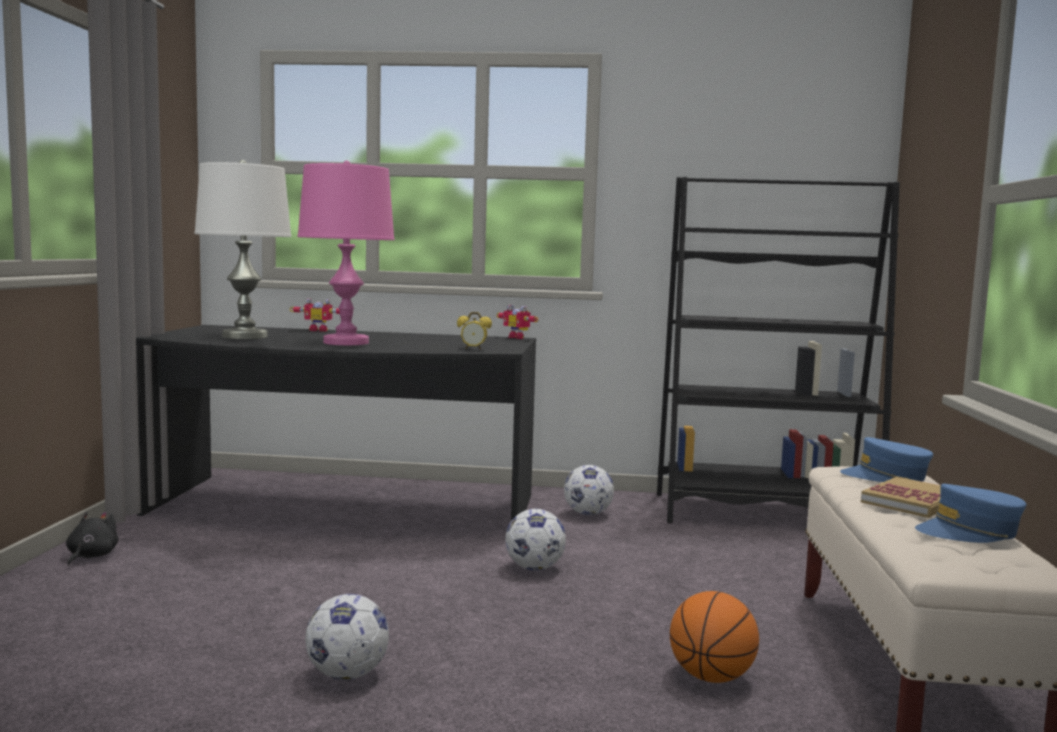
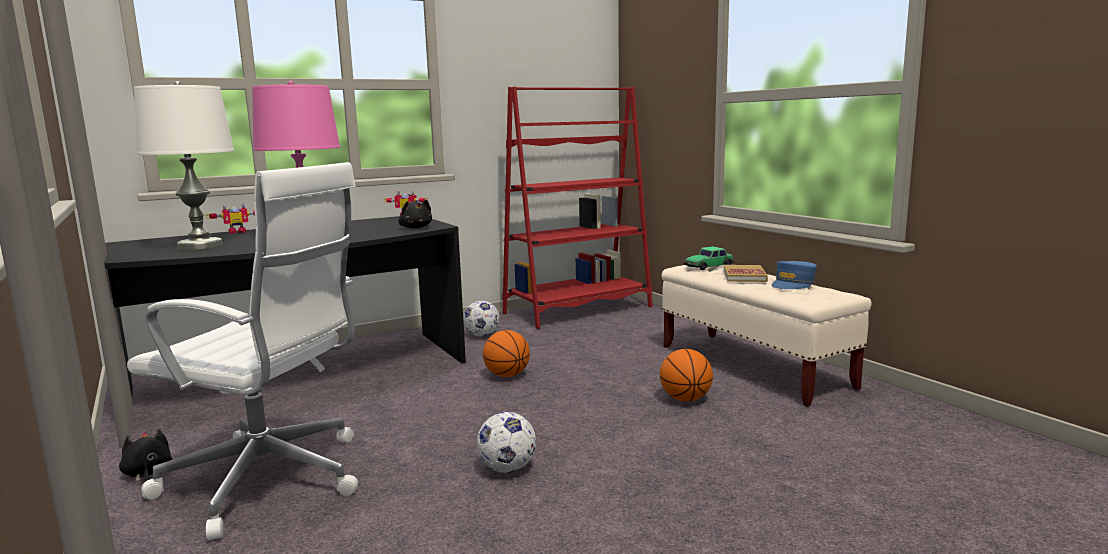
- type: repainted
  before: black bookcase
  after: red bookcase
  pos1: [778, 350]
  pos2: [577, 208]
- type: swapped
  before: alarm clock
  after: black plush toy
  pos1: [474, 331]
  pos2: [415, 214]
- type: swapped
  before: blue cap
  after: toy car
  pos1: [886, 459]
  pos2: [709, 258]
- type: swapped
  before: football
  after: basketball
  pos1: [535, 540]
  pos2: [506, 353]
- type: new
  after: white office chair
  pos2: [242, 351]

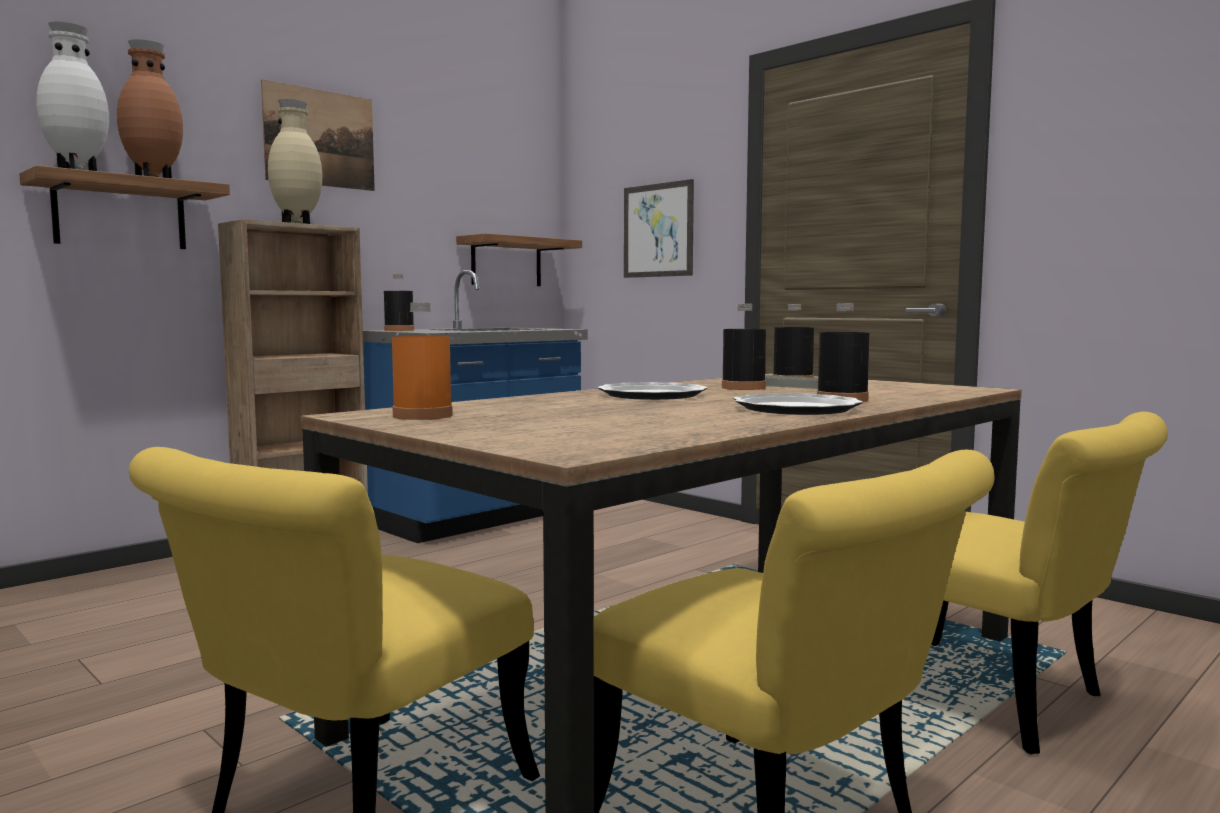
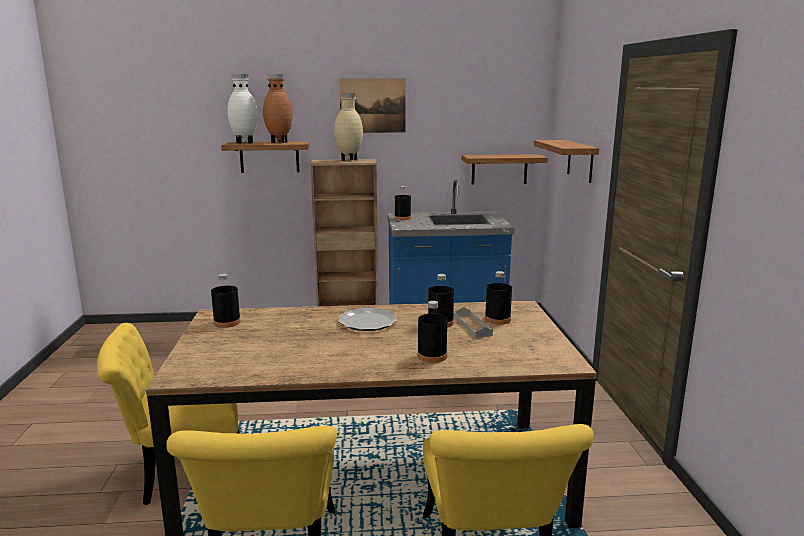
- type: swapped
  before: picture
  after: shelf
  pos1: [659, 228]
  pos2: [566, 161]
- type: repainted
  before: orange bottle
  after: black bottle
  pos1: [422, 361]
  pos2: [226, 301]
- type: gone
  before: plate
  pos1: [798, 404]

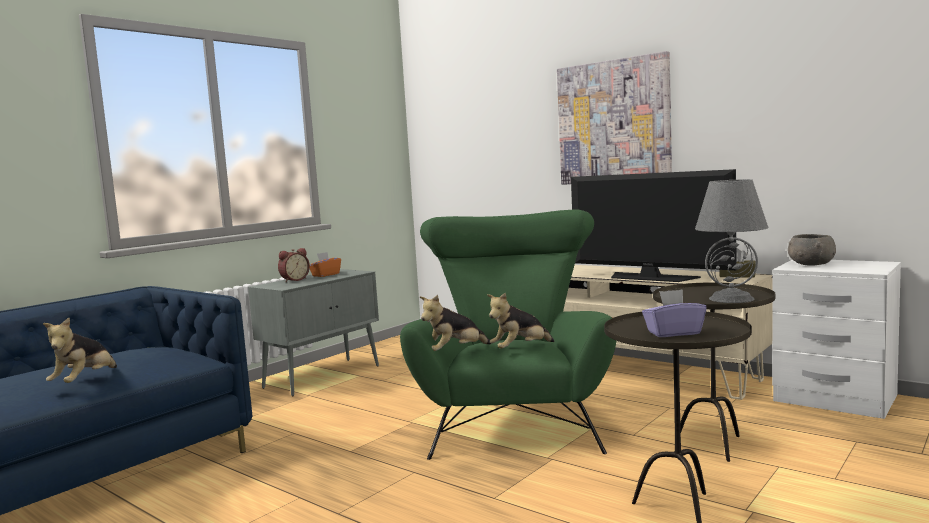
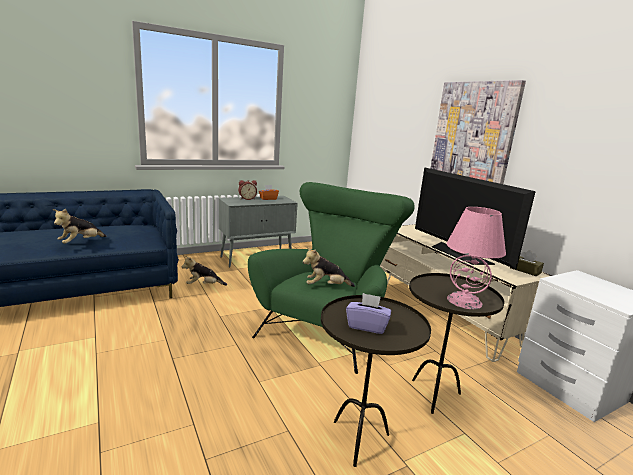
- type: repainted
  before: grey table lamp
  after: pink table lamp
  pos1: [732, 241]
  pos2: [476, 258]
- type: gone
  before: grey bowl
  pos1: [812, 250]
- type: shifted
  before: plush toy
  pos1: [455, 323]
  pos2: [204, 271]

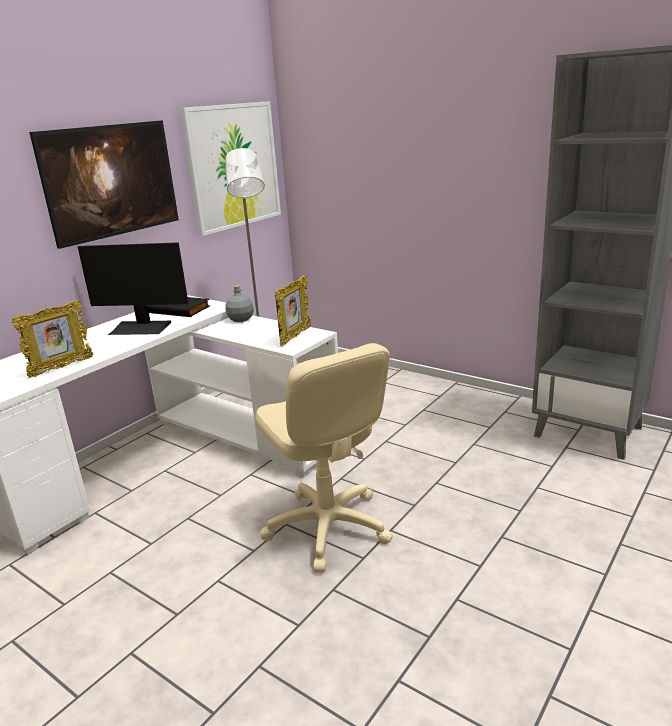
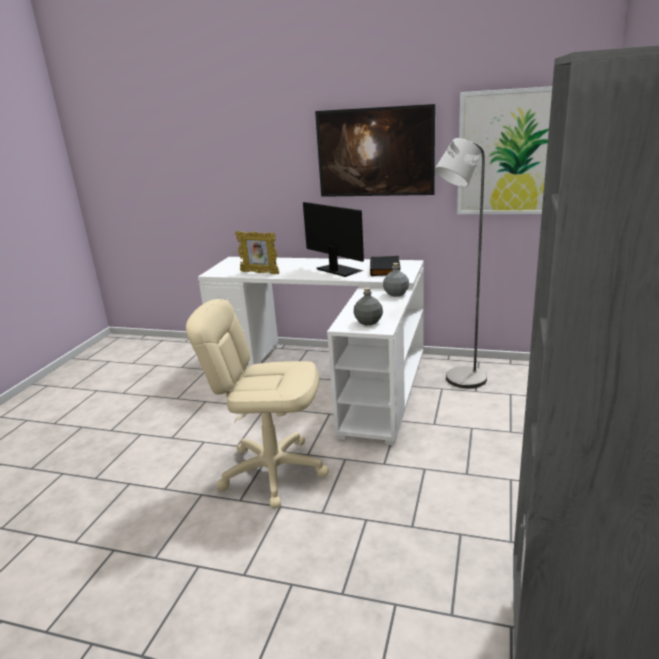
- type: rotated
  before: monitor
  pos1: [133, 288]
  pos2: [333, 239]
  turn: 150
- type: swapped
  before: picture frame
  after: grey bottle
  pos1: [293, 310]
  pos2: [368, 306]
- type: rotated
  before: beige office chair
  pos1: [324, 458]
  pos2: [257, 404]
  turn: 60

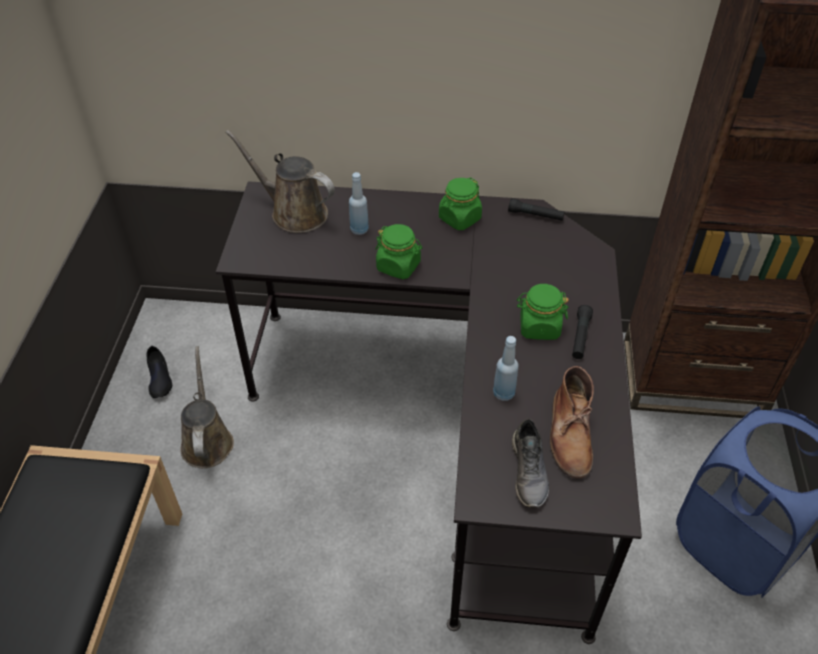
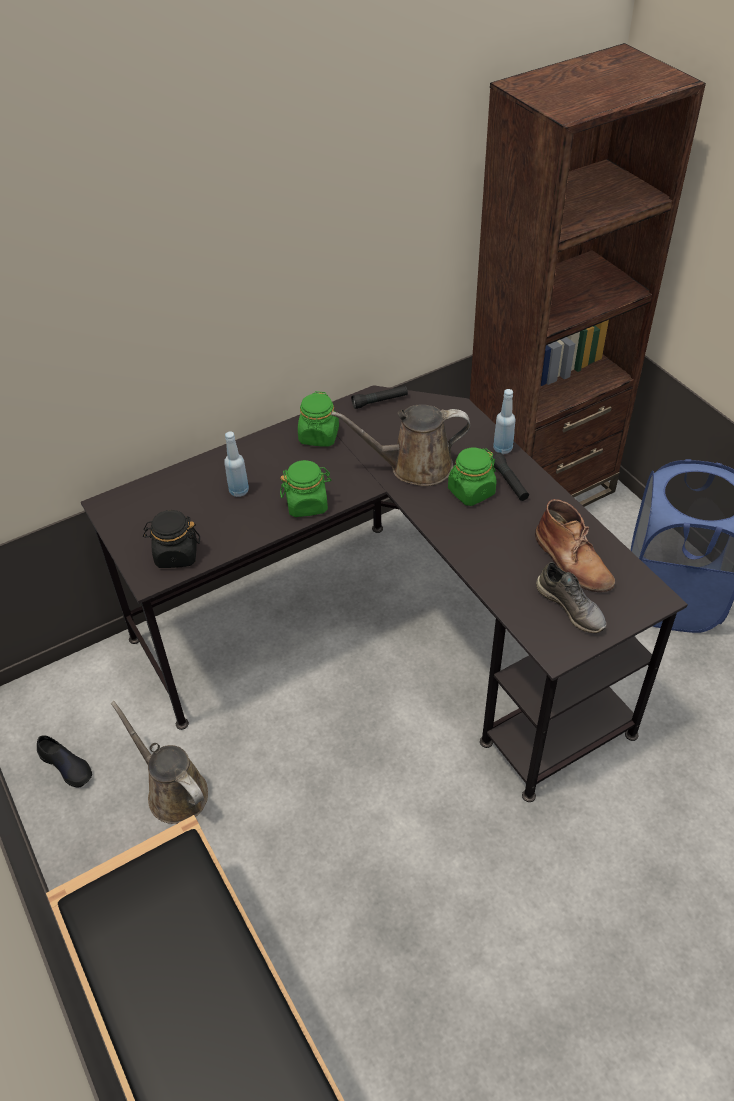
- type: shifted
  before: brown watering can
  pos1: [280, 181]
  pos2: [400, 445]
- type: shifted
  before: blue bottle
  pos1: [505, 368]
  pos2: [504, 421]
- type: new
  after: black jar
  pos2: [171, 539]

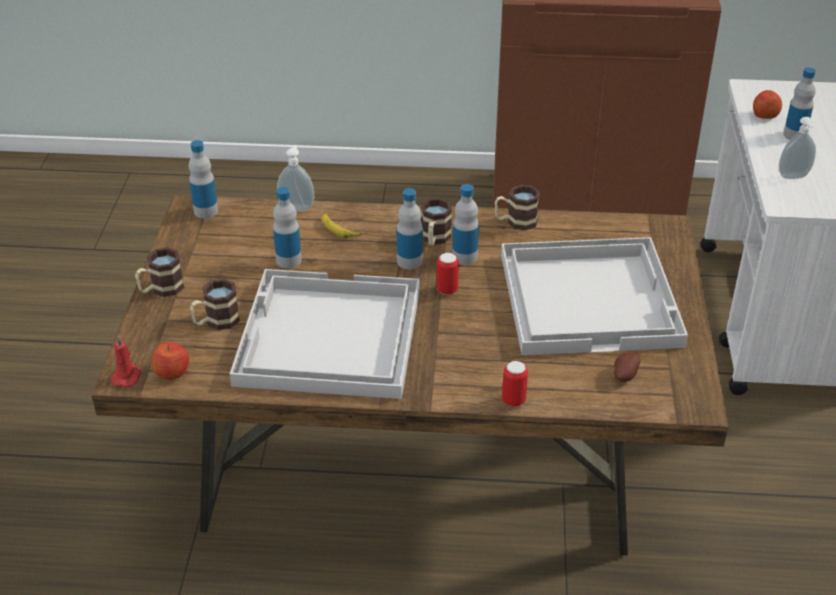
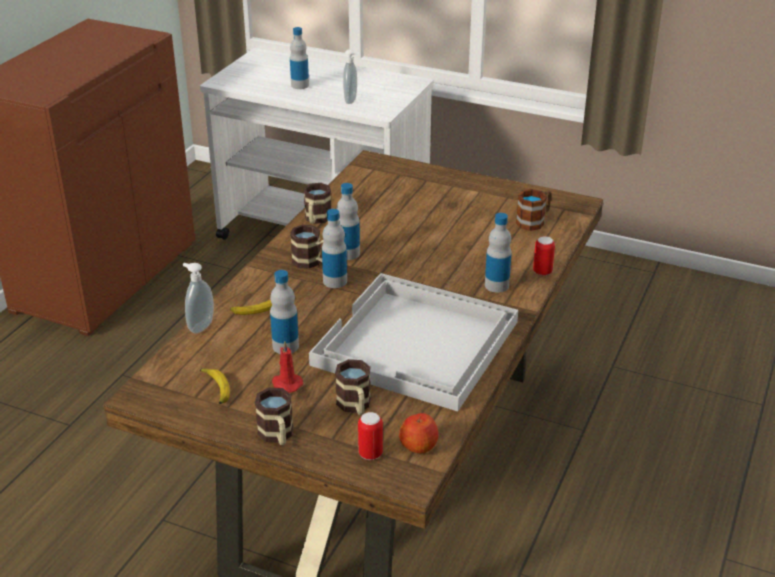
- type: gone
  before: apple
  pos1: [767, 104]
- type: shifted
  before: bottle
  pos1: [203, 179]
  pos2: [498, 253]
- type: gone
  before: white tray
  pos1: [594, 296]
- type: shifted
  before: can
  pos1: [448, 274]
  pos2: [370, 436]
- type: shifted
  before: red candle
  pos1: [126, 361]
  pos2: [287, 367]
- type: swapped
  before: potato
  after: mug
  pos1: [627, 366]
  pos2: [533, 210]
- type: new
  after: banana
  pos2: [215, 386]

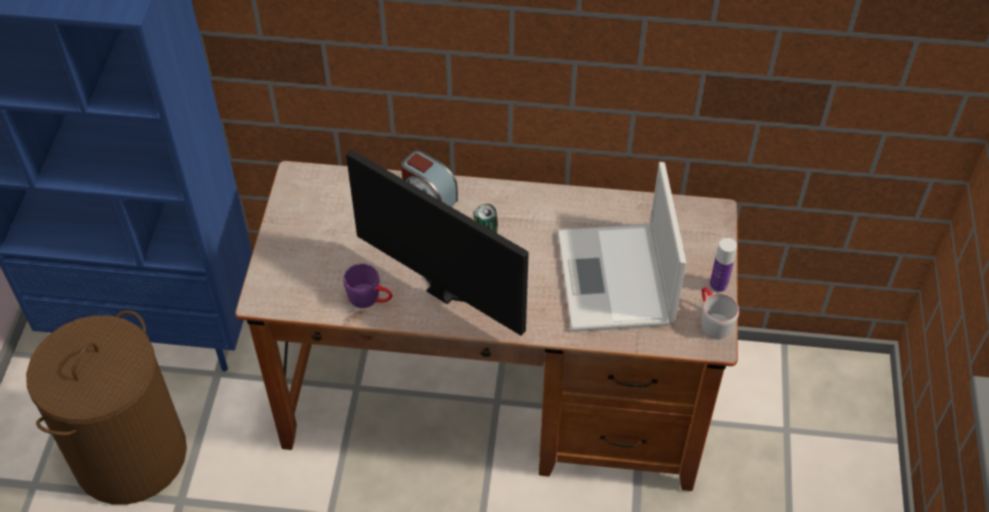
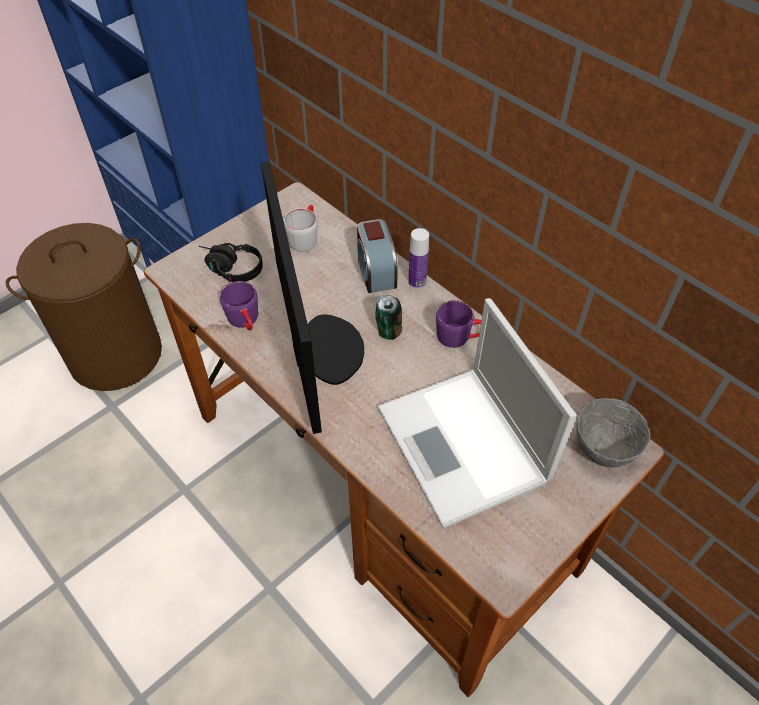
- type: rotated
  before: laptop
  pos1: [622, 247]
  pos2: [477, 413]
  turn: -60
- type: shifted
  before: bottle
  pos1: [723, 265]
  pos2: [418, 258]
- type: shifted
  before: grey mug
  pos1: [720, 313]
  pos2: [301, 228]
- type: new
  after: black headphones
  pos2: [230, 262]
- type: new
  after: purple mug
  pos2: [458, 324]
- type: new
  after: grey bowl
  pos2: [613, 432]

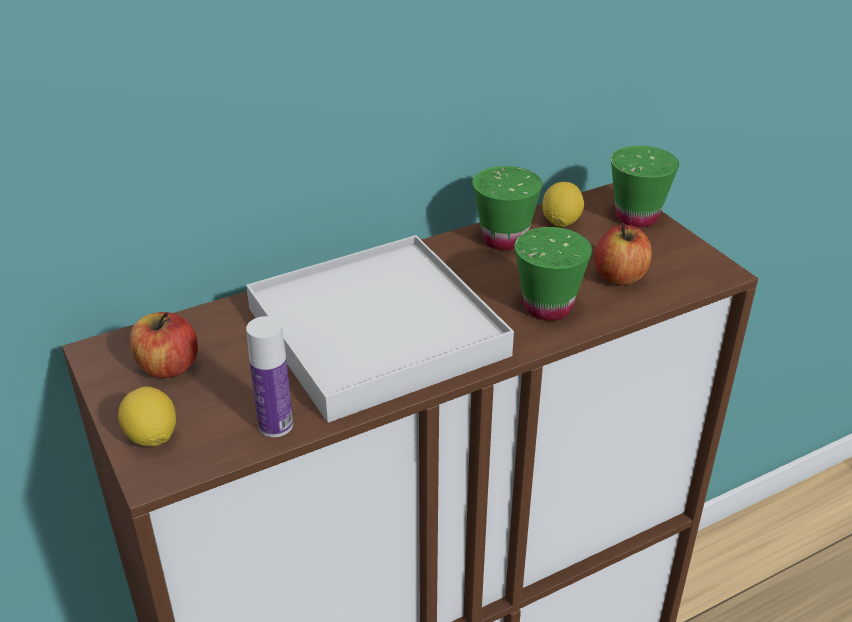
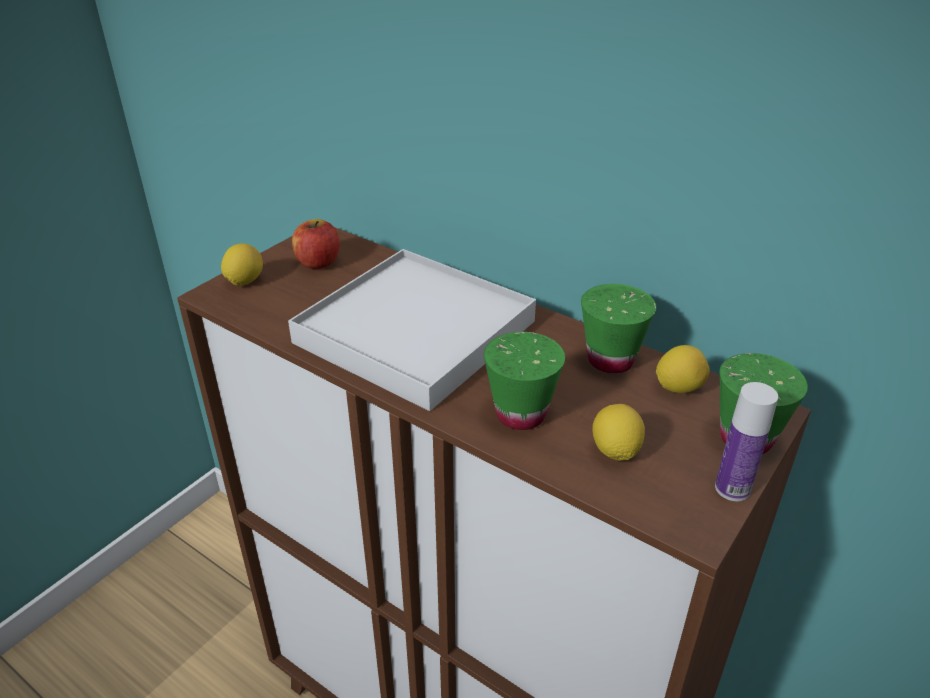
- type: swapped
  before: apple
  after: lemon
  pos1: [623, 254]
  pos2: [618, 432]
- type: shifted
  before: bottle
  pos1: [269, 376]
  pos2: [746, 441]

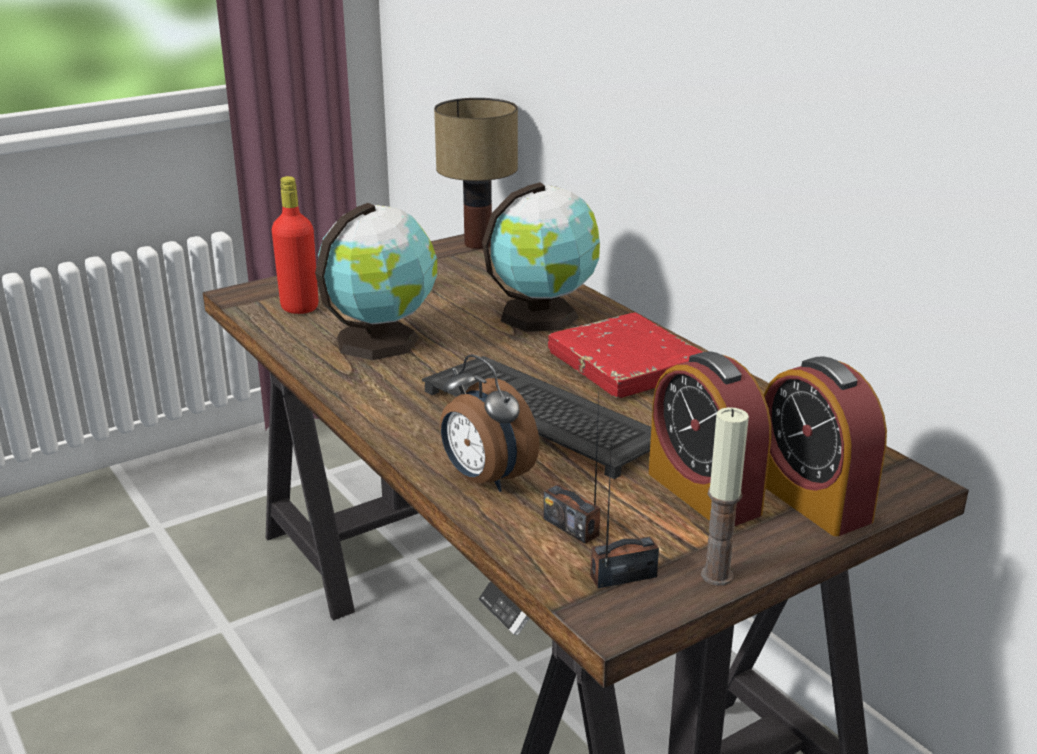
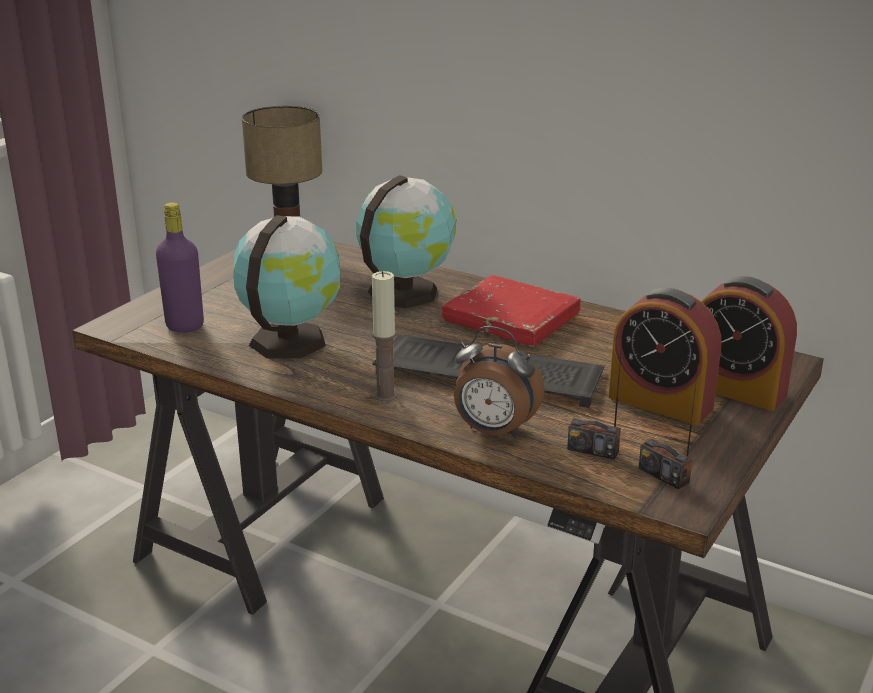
- type: repainted
  before: red bottle
  after: purple bottle
  pos1: [295, 245]
  pos2: [180, 267]
- type: shifted
  before: candle
  pos1: [725, 496]
  pos2: [384, 336]
- type: rotated
  before: radio
  pos1: [624, 513]
  pos2: [669, 424]
  turn: -90

